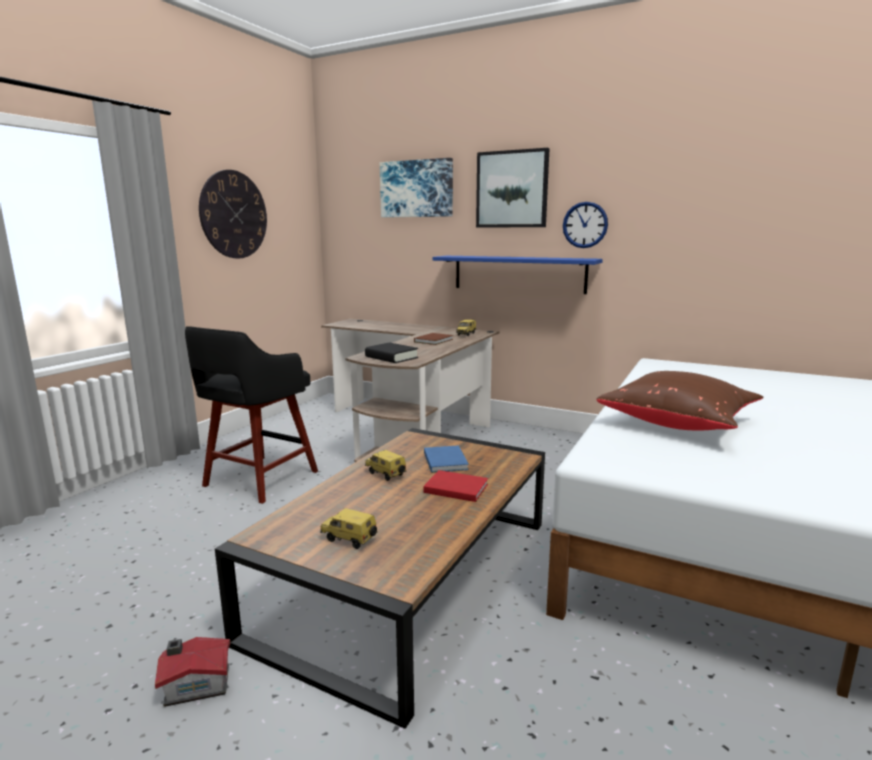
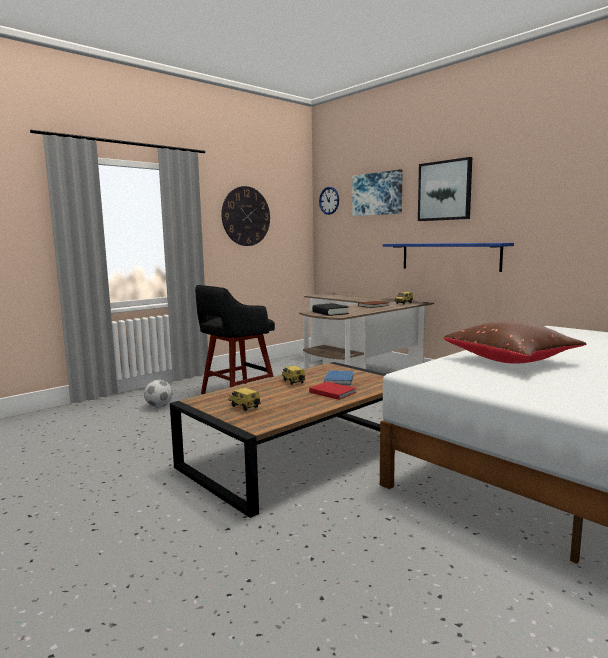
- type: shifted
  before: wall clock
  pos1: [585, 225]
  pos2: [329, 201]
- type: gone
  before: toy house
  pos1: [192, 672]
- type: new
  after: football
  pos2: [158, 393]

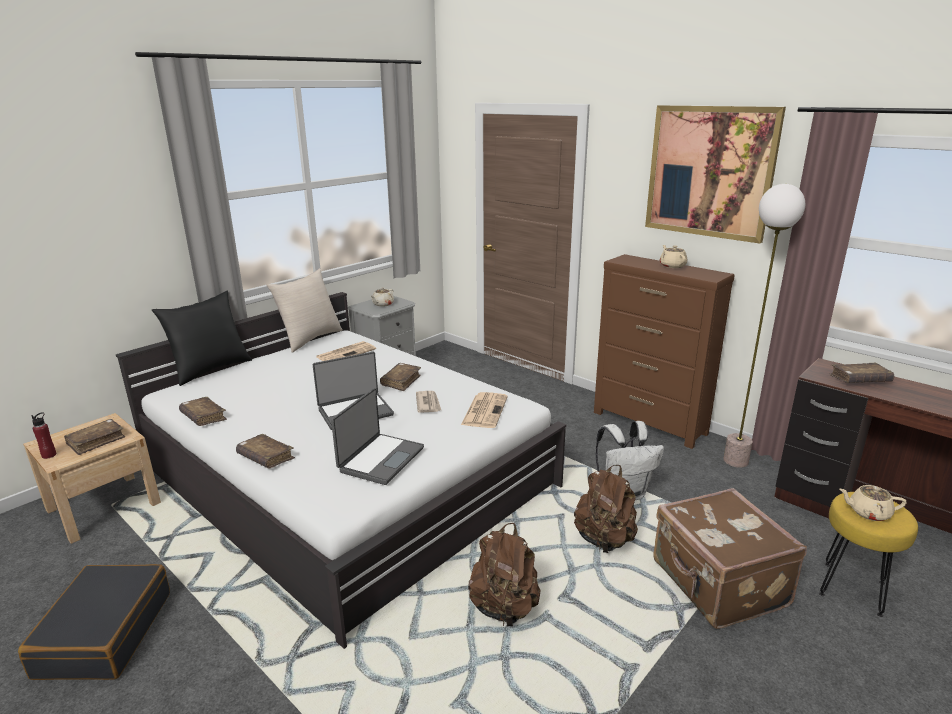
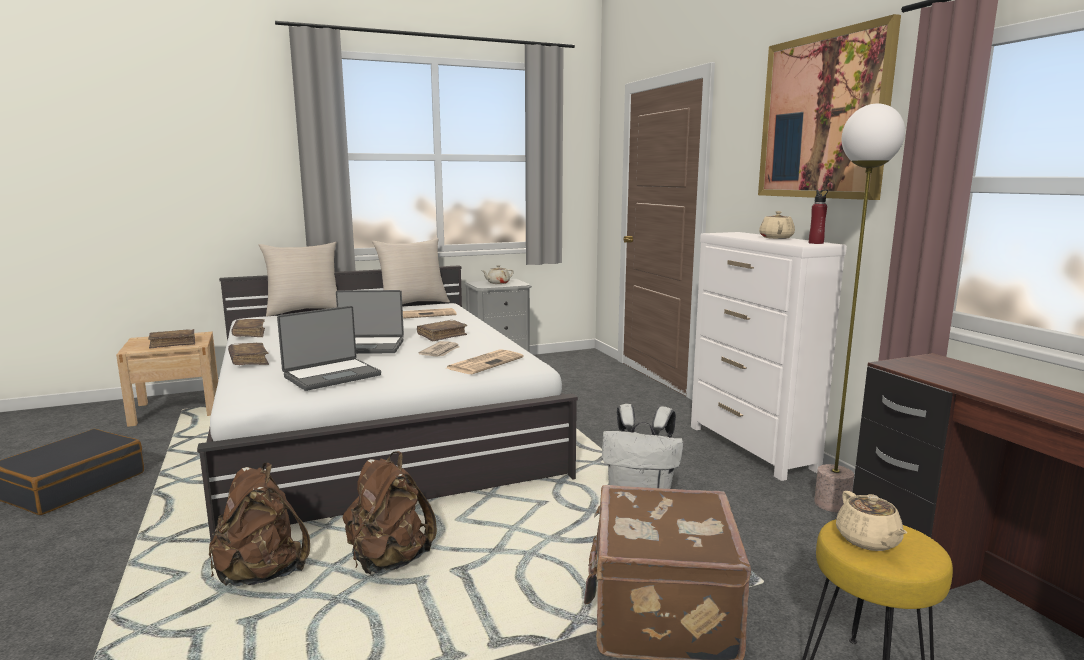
- type: repainted
  before: brown dresser
  after: white dresser
  pos1: [664, 351]
  pos2: [769, 356]
- type: repainted
  before: black pillow
  after: beige pillow
  pos1: [202, 338]
  pos2: [297, 279]
- type: gone
  before: brown book
  pos1: [861, 373]
- type: shifted
  before: red bottle
  pos1: [43, 435]
  pos2: [818, 216]
- type: shifted
  before: brown backpack
  pos1: [606, 509]
  pos2: [259, 524]
- type: rotated
  before: beige teapot
  pos1: [872, 503]
  pos2: [872, 521]
  turn: -135

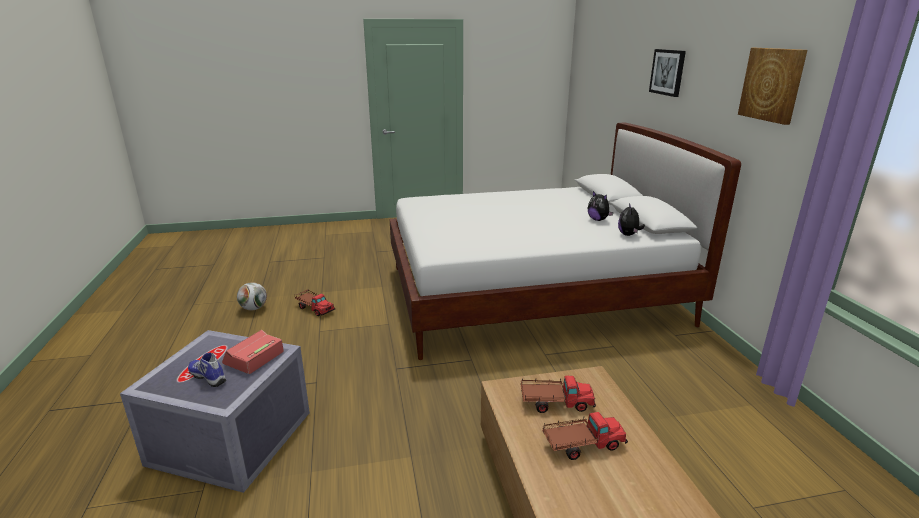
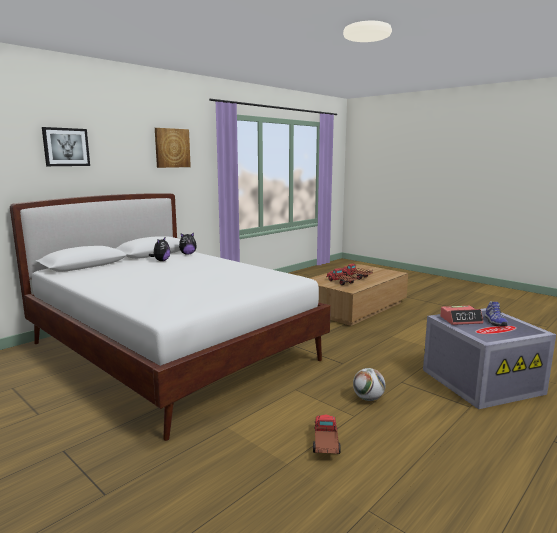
- type: shifted
  before: football
  pos1: [252, 296]
  pos2: [369, 384]

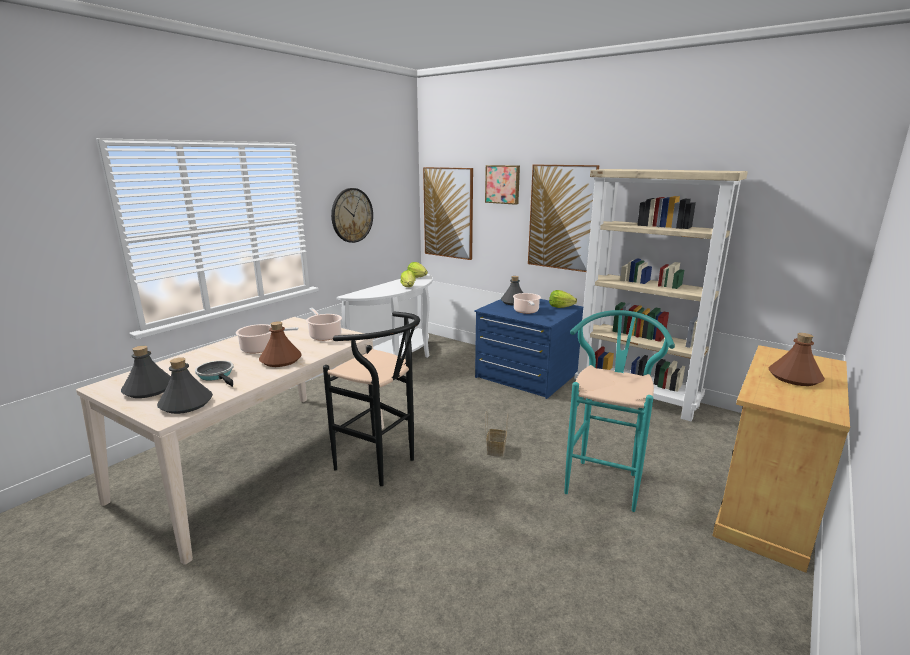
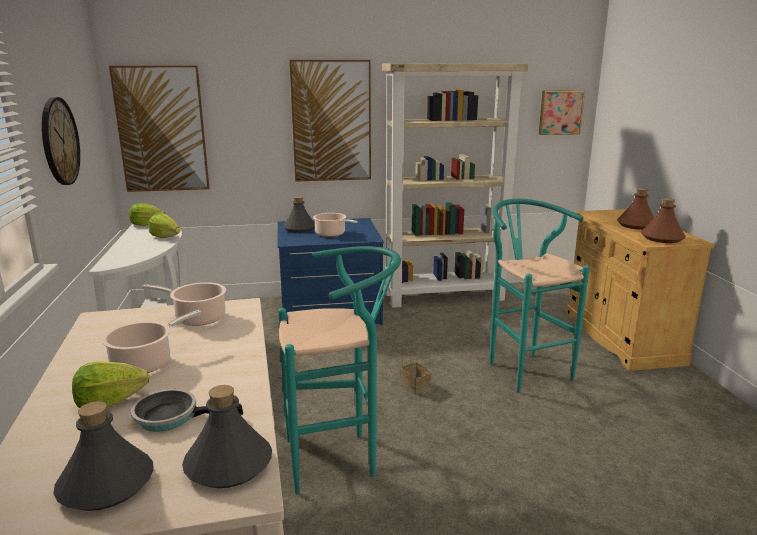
- type: shifted
  before: picture
  pos1: [502, 185]
  pos2: [562, 112]
- type: shifted
  before: lettuce
  pos1: [563, 299]
  pos2: [111, 384]
- type: repainted
  before: black stool
  after: turquoise stool
  pos1: [371, 399]
  pos2: [339, 370]
- type: shifted
  before: brown bottle
  pos1: [280, 344]
  pos2: [663, 220]

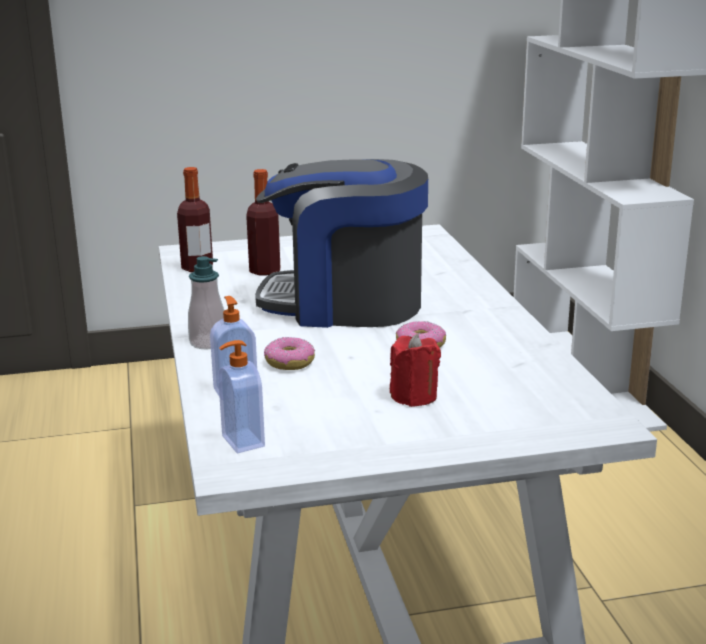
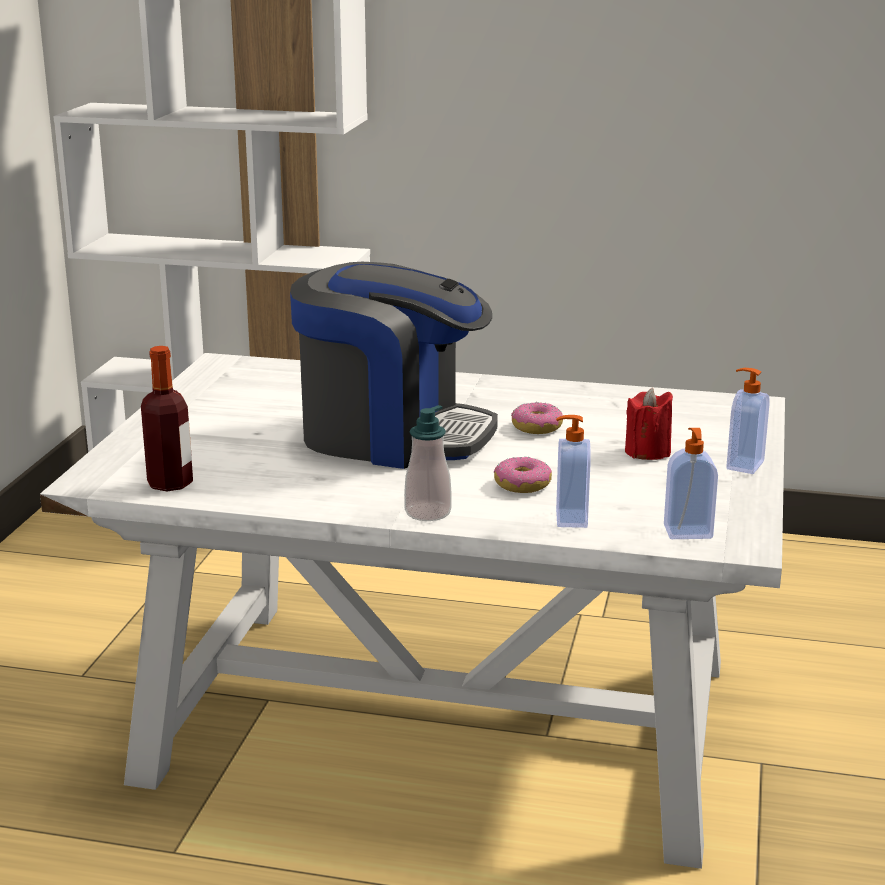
- type: rotated
  before: coffee machine
  pos1: [341, 243]
  pos2: [394, 365]
  turn: -105
- type: gone
  before: bottle
  pos1: [263, 222]
- type: new
  after: soap dispenser
  pos2: [748, 421]

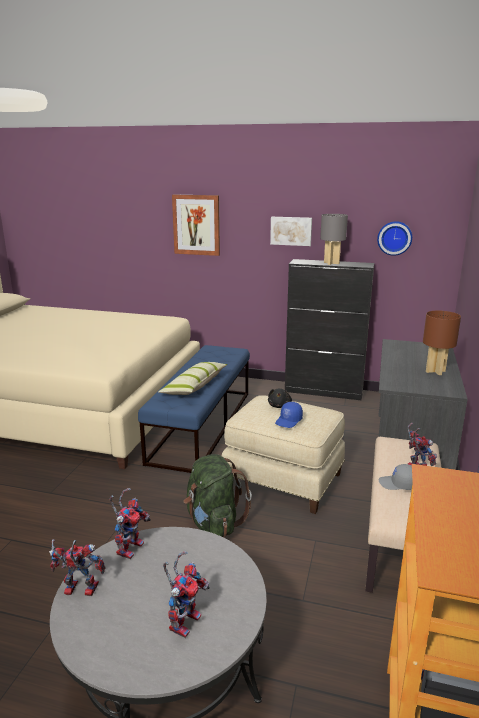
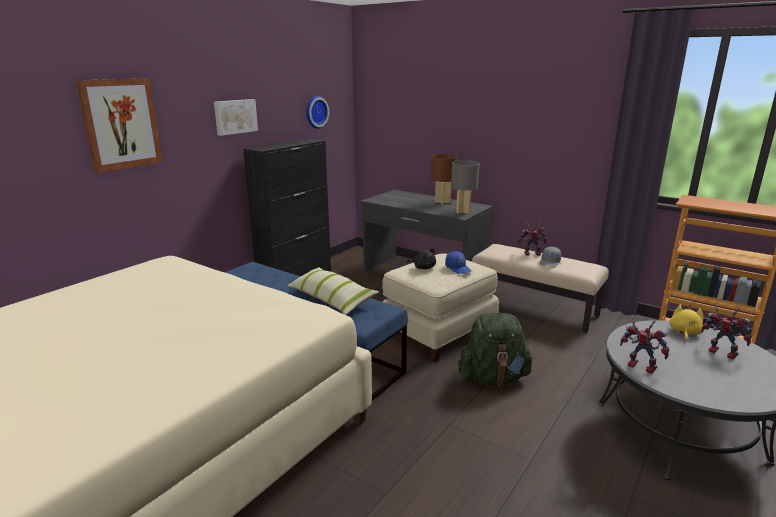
- type: shifted
  before: grey table lamp
  pos1: [334, 239]
  pos2: [465, 187]
- type: gone
  before: toy robot
  pos1: [77, 567]
- type: new
  after: yellow plush toy
  pos2: [686, 322]

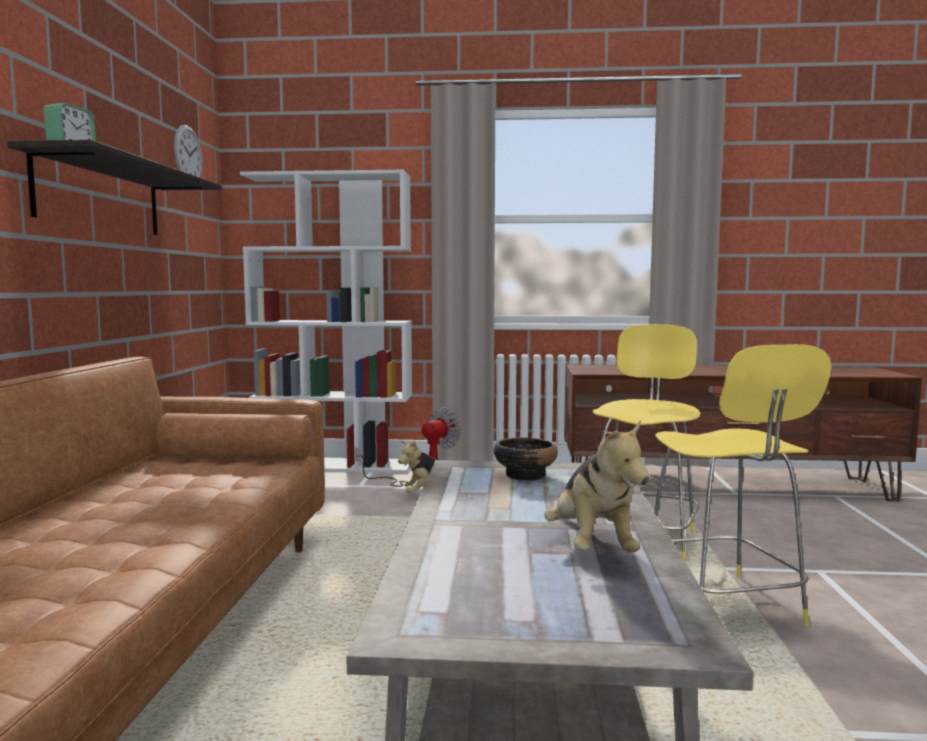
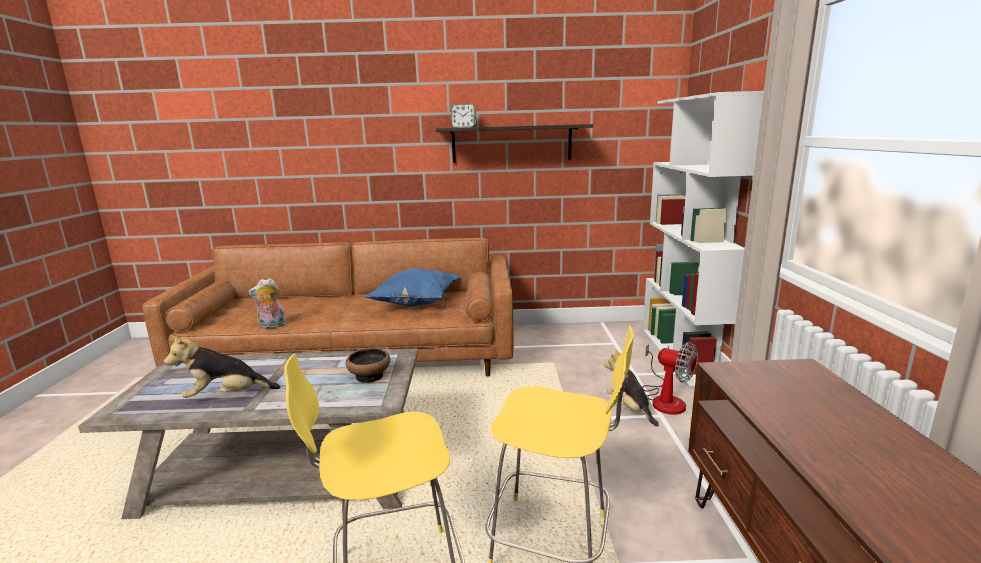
- type: gone
  before: wall clock
  pos1: [188, 151]
- type: new
  after: blue pillow
  pos2: [412, 287]
- type: new
  after: plush toy
  pos2: [267, 303]

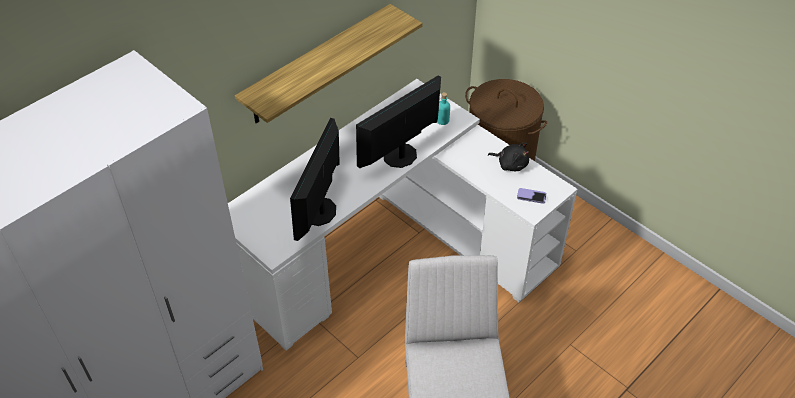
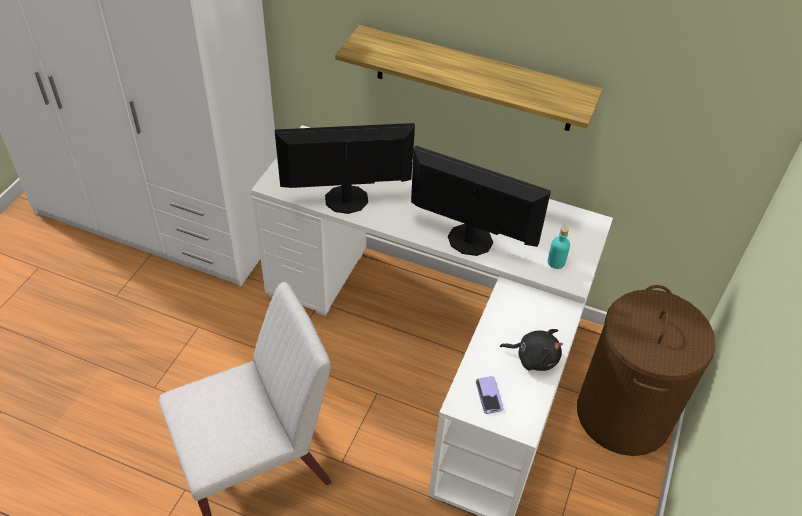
- type: rotated
  before: black plush toy
  pos1: [508, 157]
  pos2: [531, 350]
  turn: -75

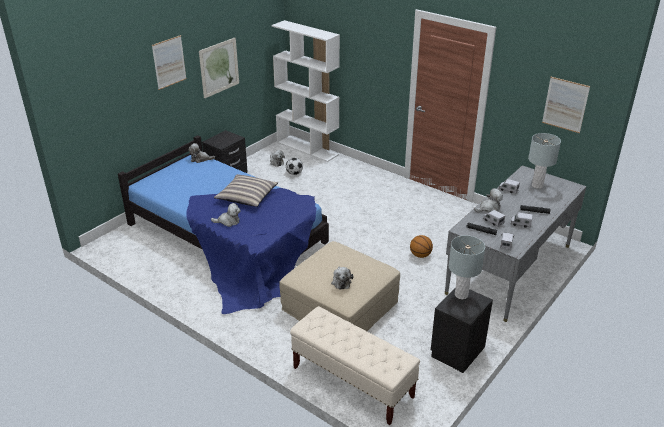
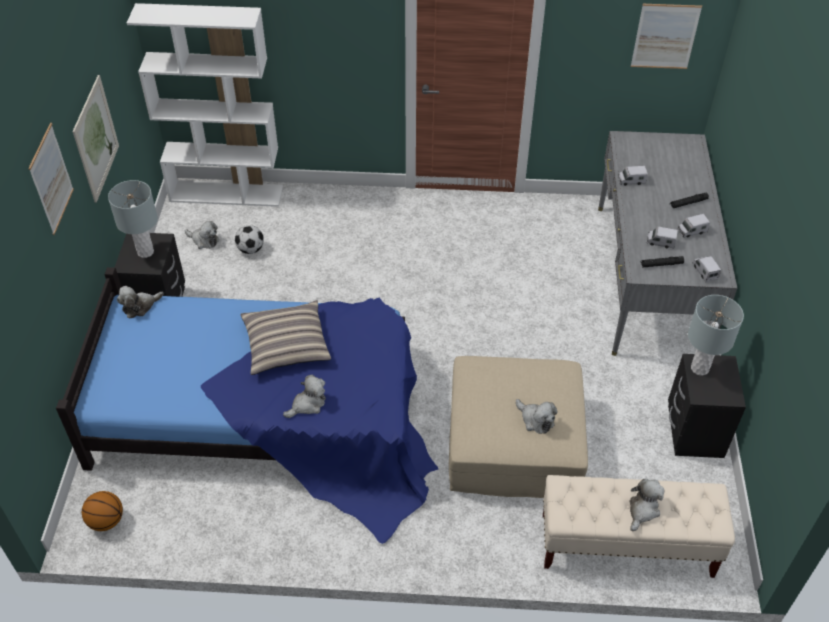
- type: shifted
  before: grey table lamp
  pos1: [544, 161]
  pos2: [133, 219]
- type: shifted
  before: plush toy
  pos1: [488, 200]
  pos2: [647, 504]
- type: shifted
  before: basketball
  pos1: [421, 246]
  pos2: [102, 511]

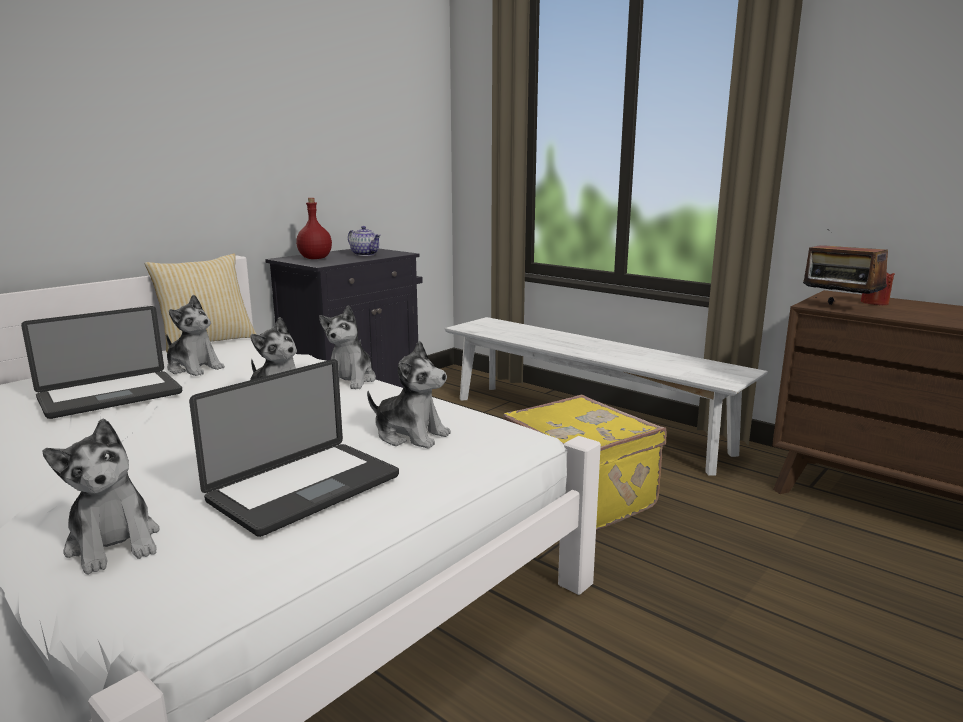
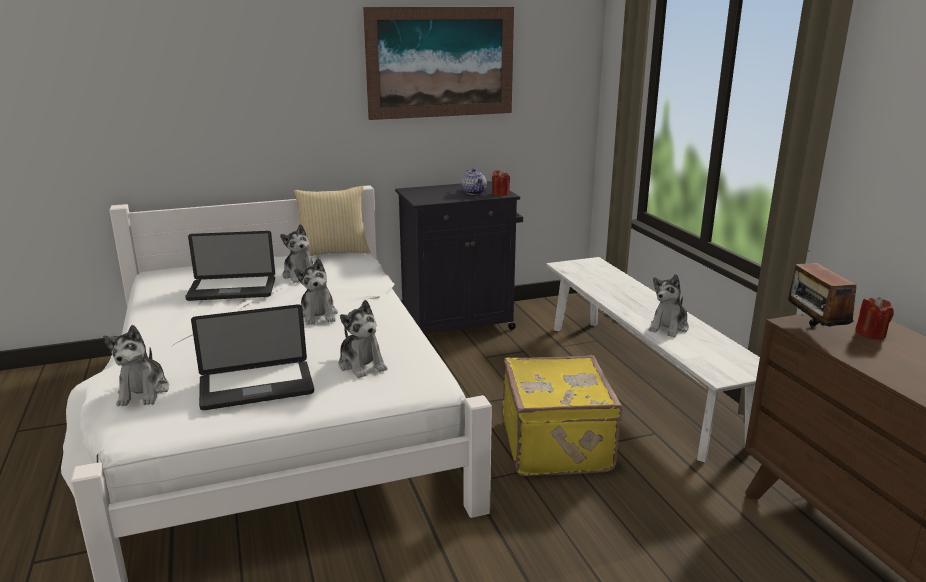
- type: gone
  before: red bottle
  pos1: [314, 228]
- type: shifted
  before: plush toy
  pos1: [347, 347]
  pos2: [669, 305]
- type: new
  after: picture
  pos2: [438, 63]
- type: new
  after: red candle
  pos2: [501, 183]

